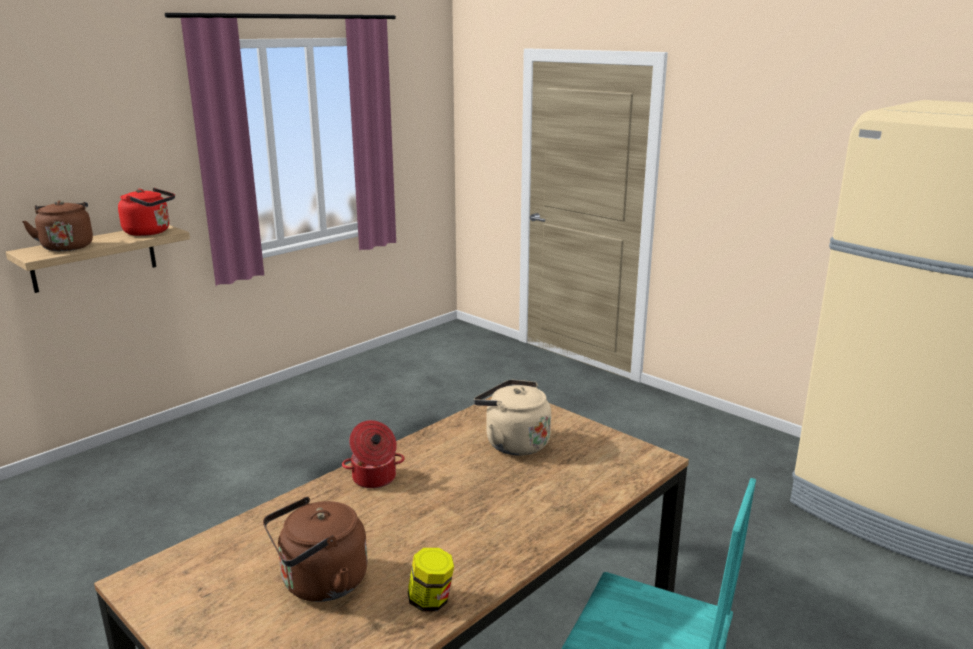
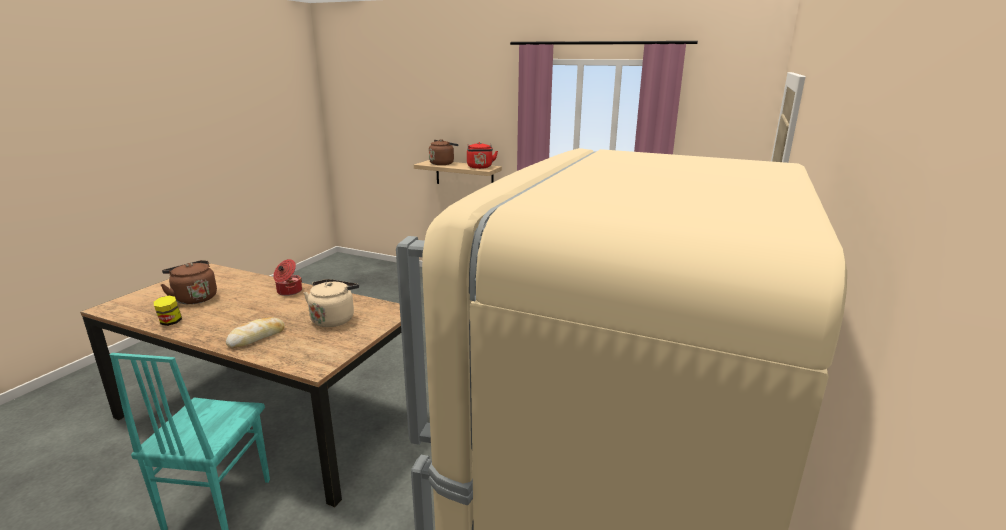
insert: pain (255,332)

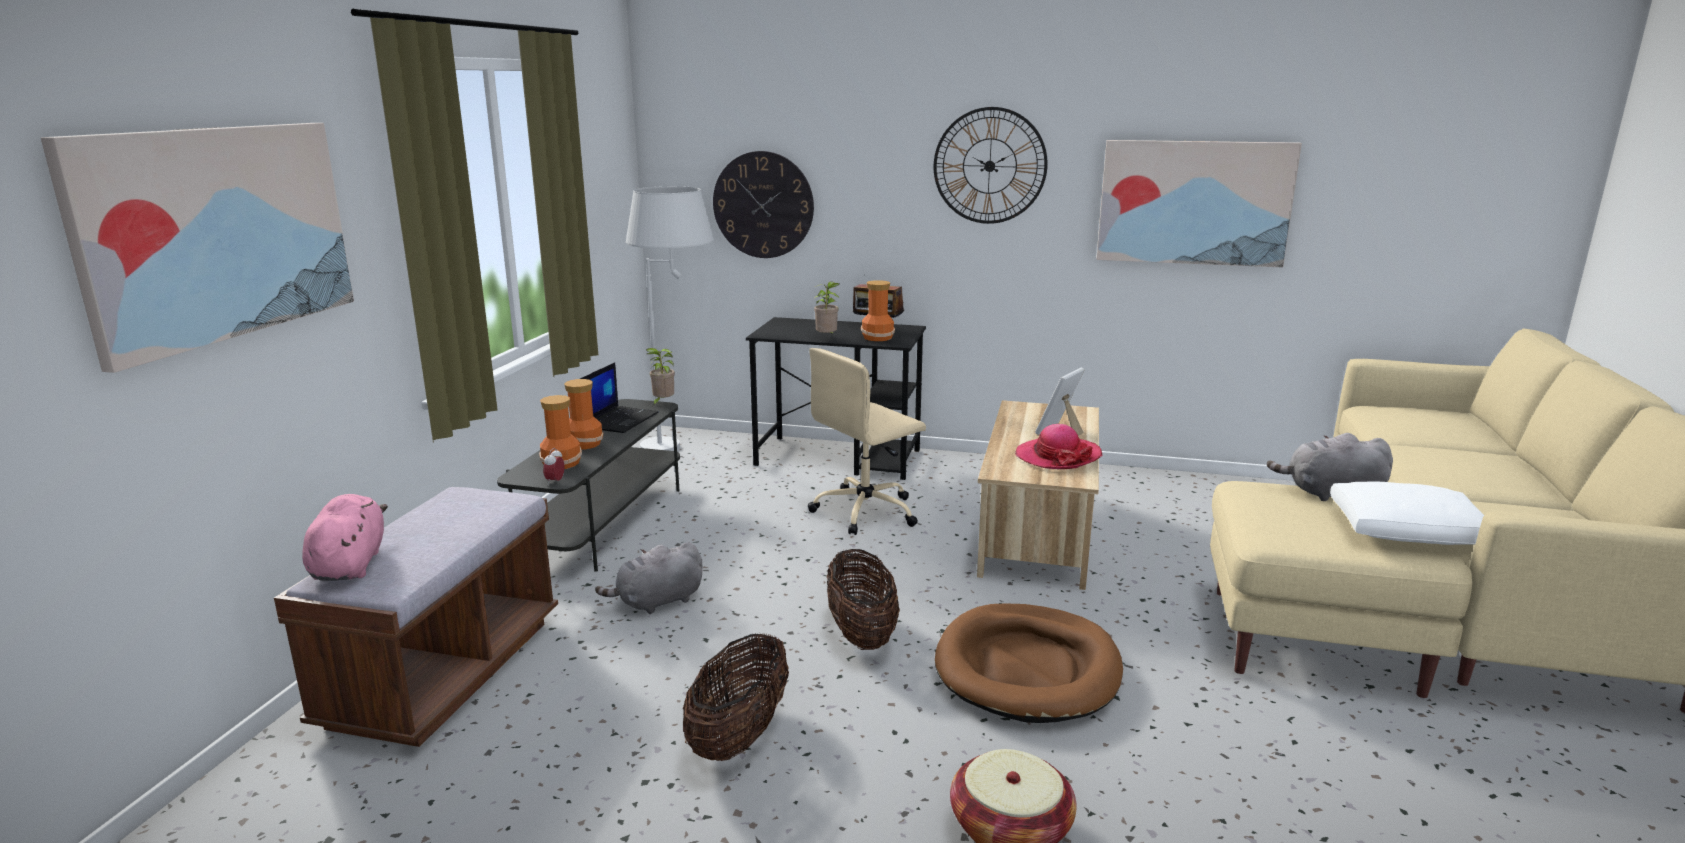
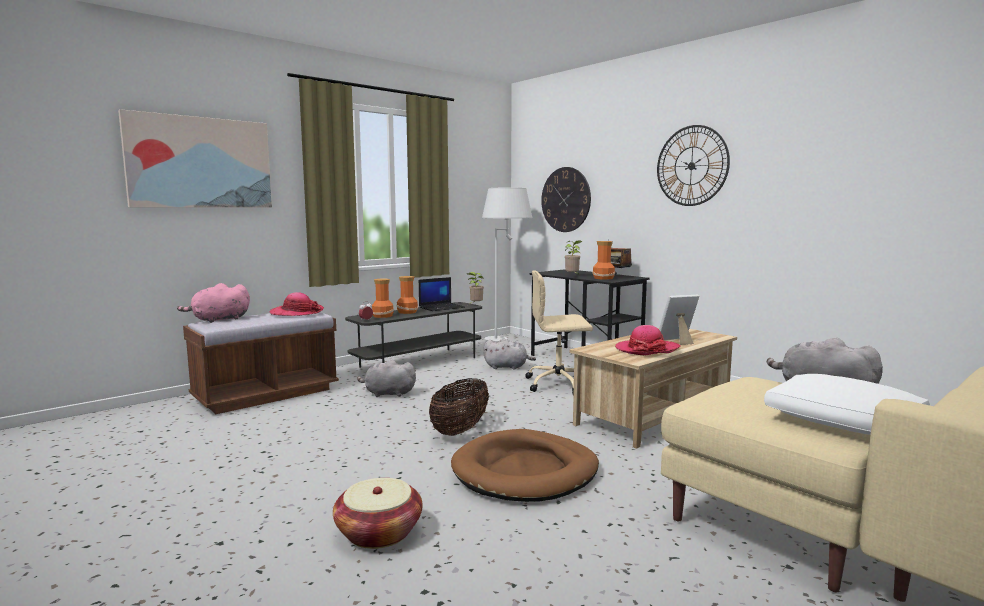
delete: panier (736,697); tableau (1199,204)
insert: chapeau (297,304); peluche/gris (509,354)
rotate: peluche/rose (345,537) = (213,303) 150 degrees counterclockwise

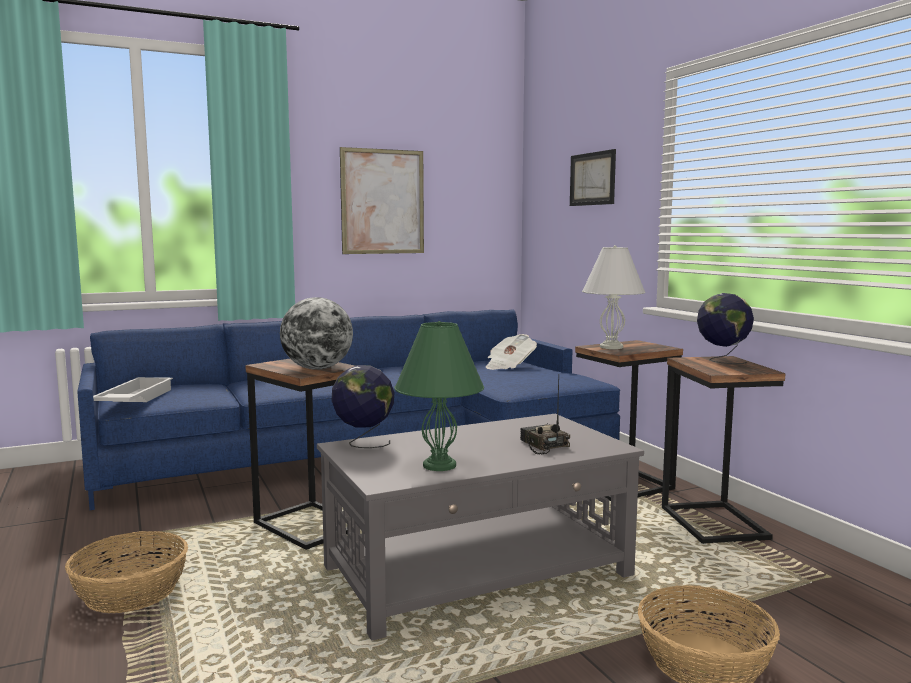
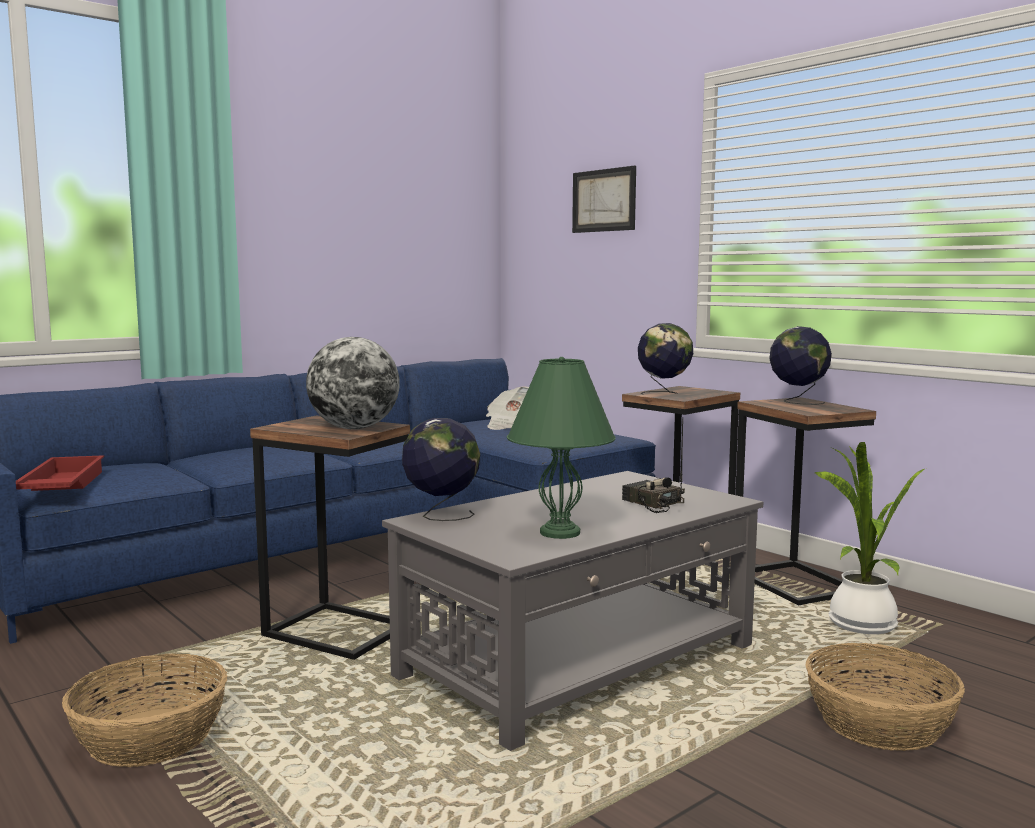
delete: tableau (382,200)
insert: plante en pot (869,538)
replace: lampe de table/blanc (613,297) to globe (665,359)
recolor: plateau/blanc (133,389) to plateau/rouge (60,473)

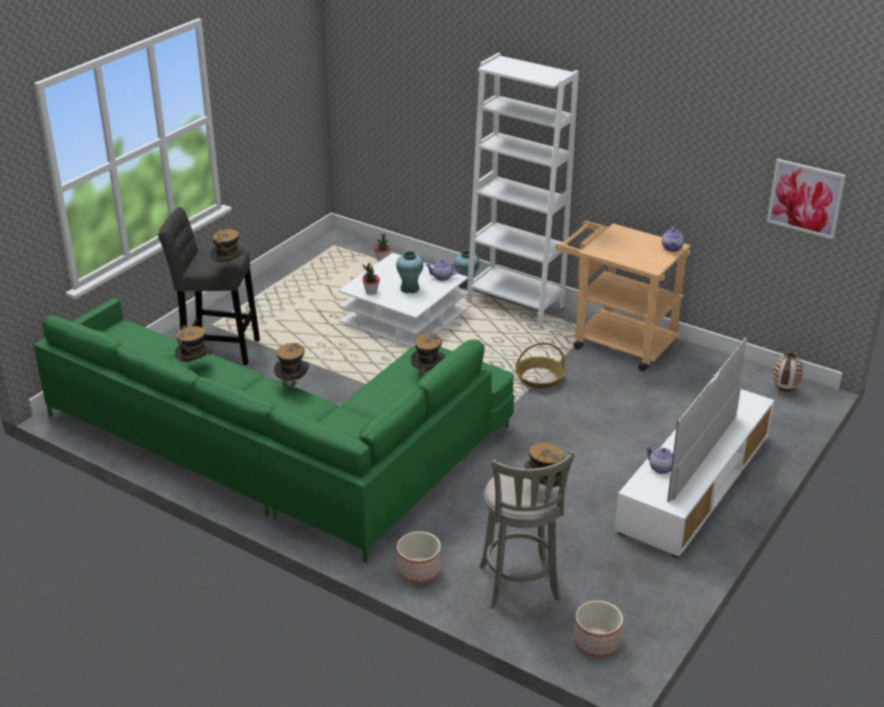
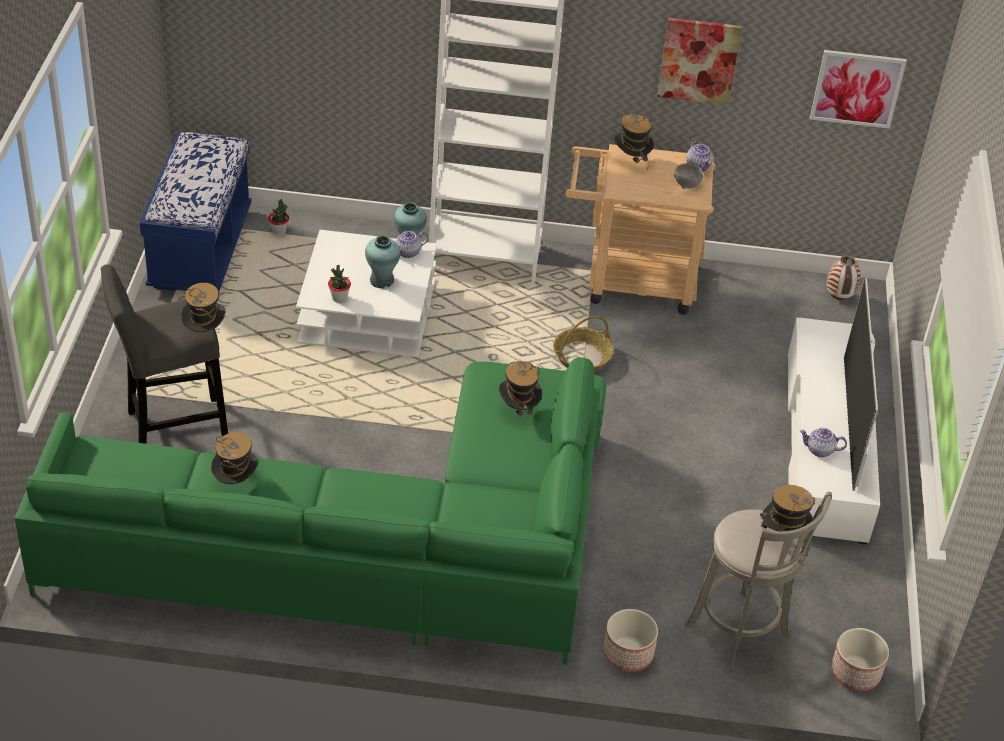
insert: banc/bleu (196,211); tableau (699,61); bol/gris (688,176)
move: chapeau (291,369) to (634,141)

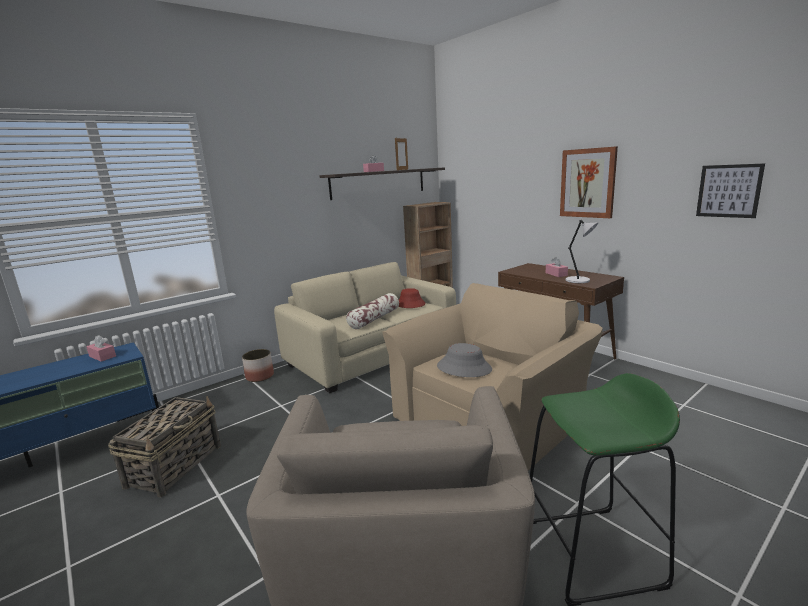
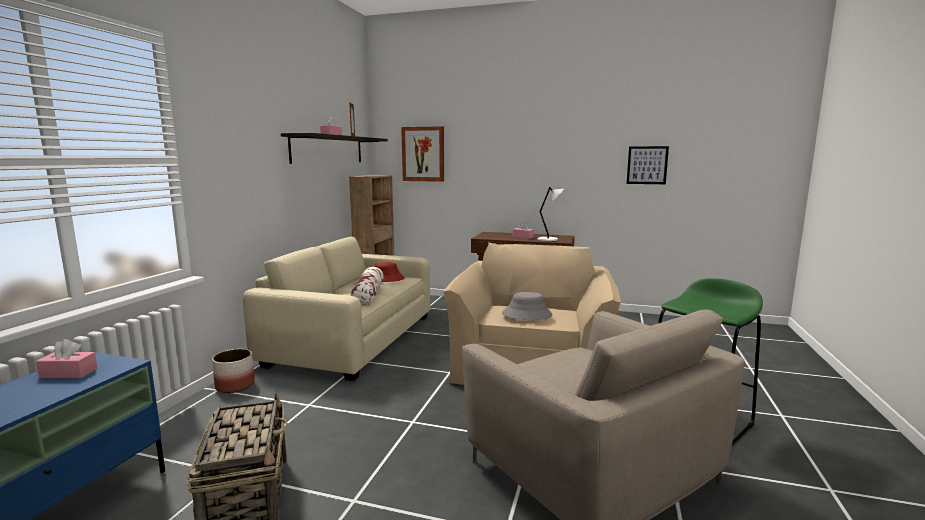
move: tableau (589,182) to (422,154)

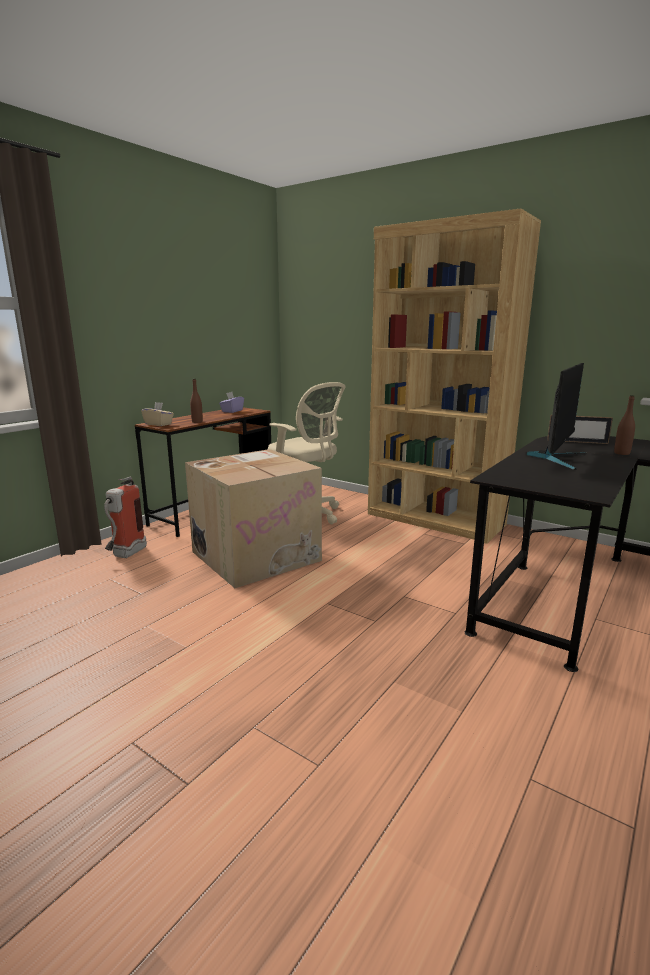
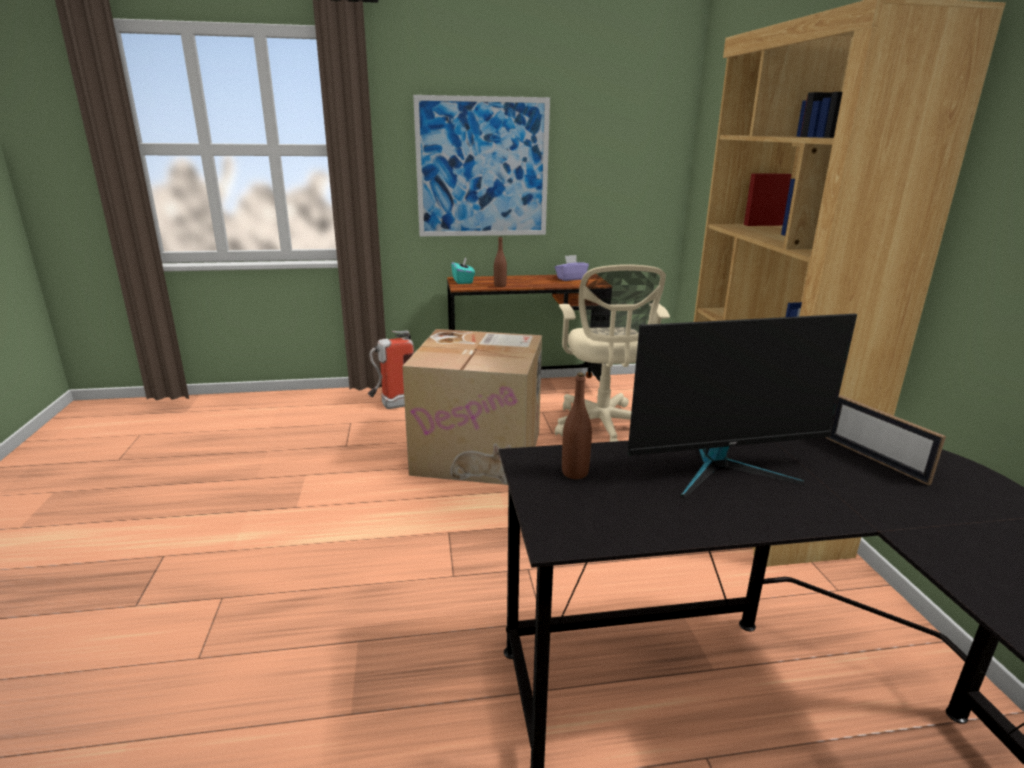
insert: tableau (481,165)
move: bouteille/marron (624,425) to (577,425)
recolor: boîte à mouchoirs/beige (157,414) to boîte à mouchoirs/turquoise (463,270)

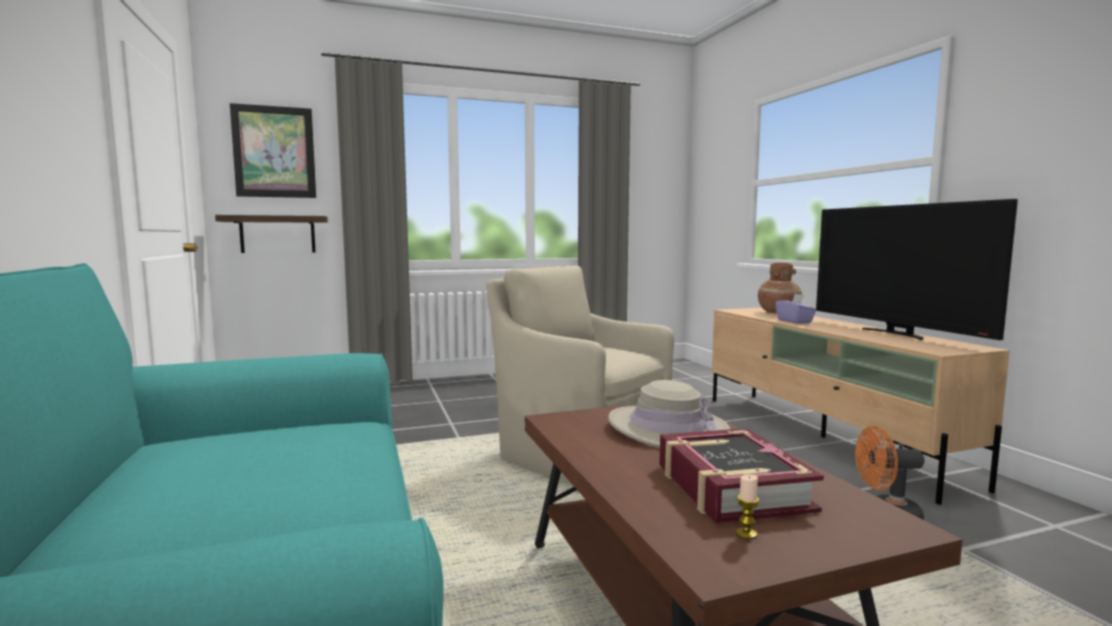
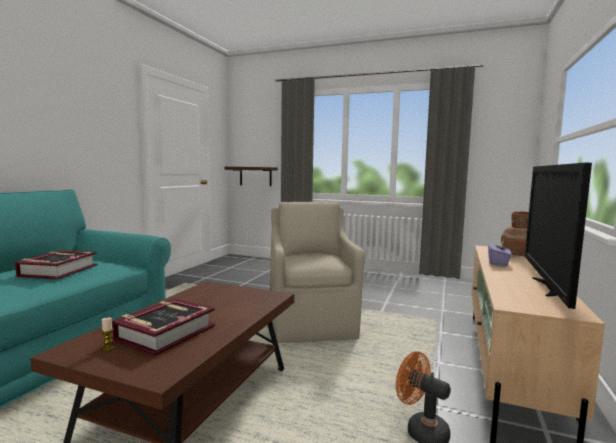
delete: tableau (273,150); chapeau/beige (669,414)
insert: livre (56,264)

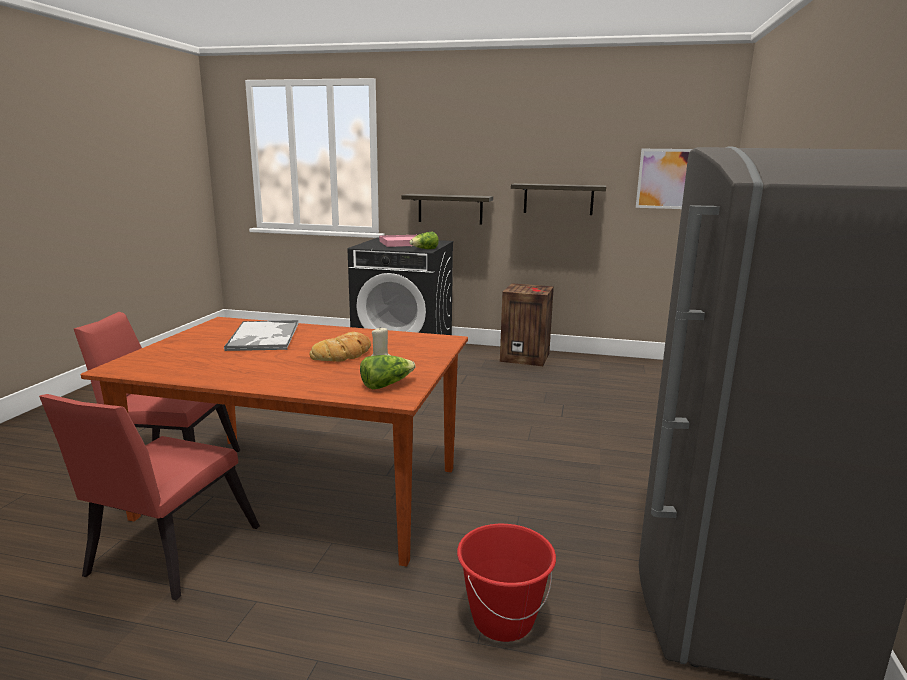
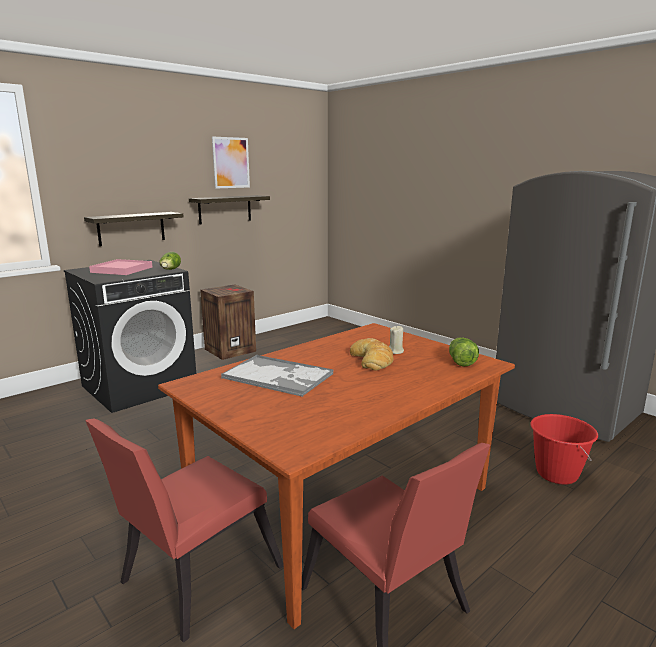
move: tableau (664,179) to (231,163)

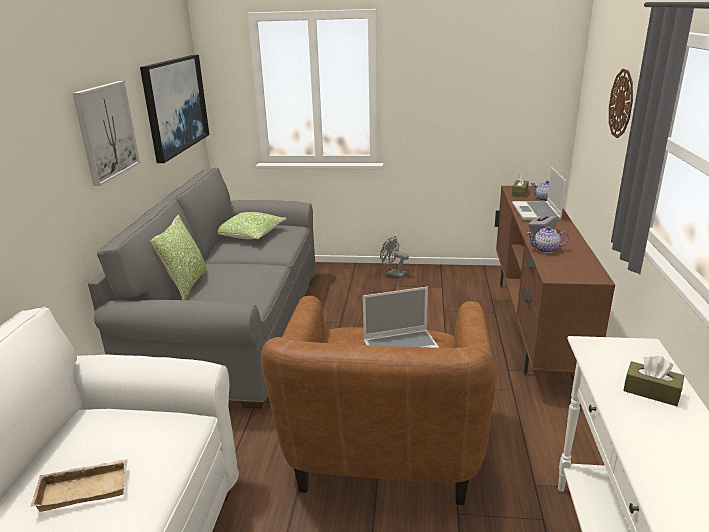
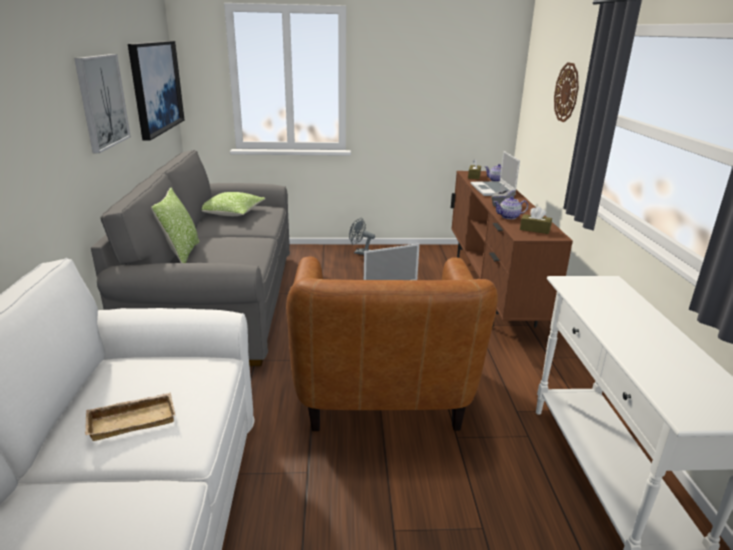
move: boîte à mouchoirs/marron (653,381) to (536,220)

